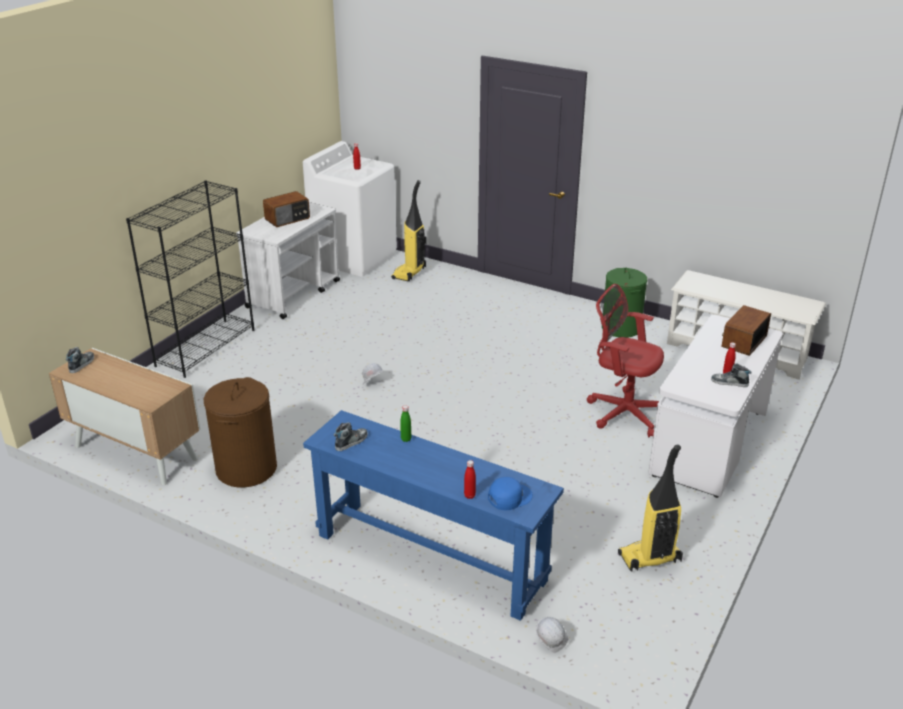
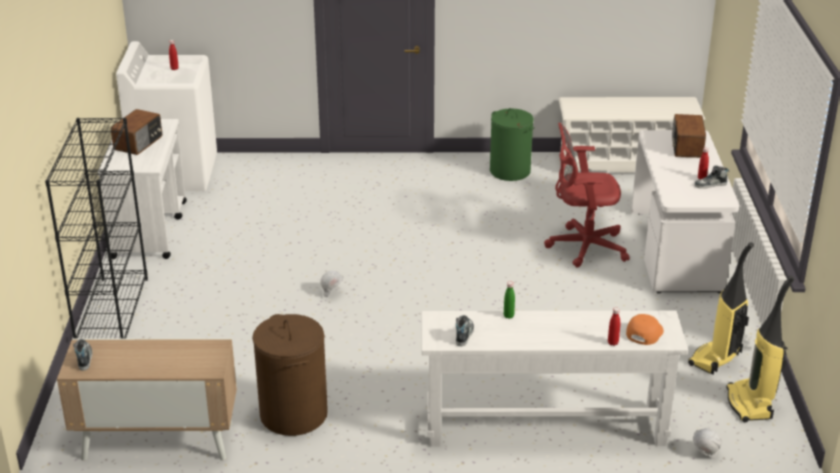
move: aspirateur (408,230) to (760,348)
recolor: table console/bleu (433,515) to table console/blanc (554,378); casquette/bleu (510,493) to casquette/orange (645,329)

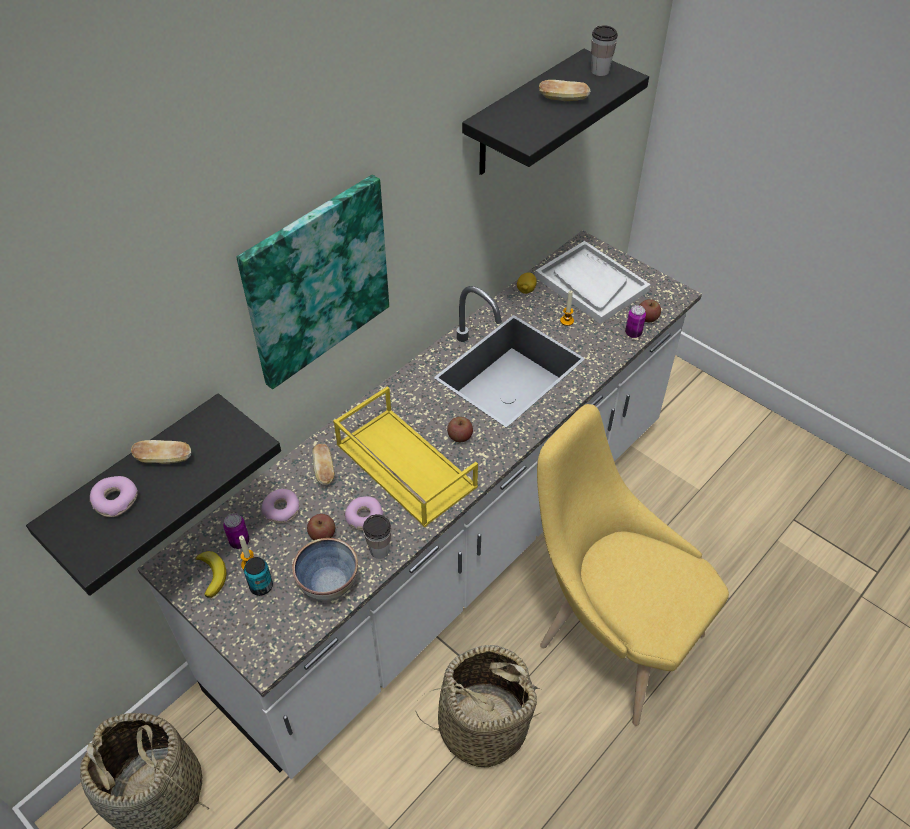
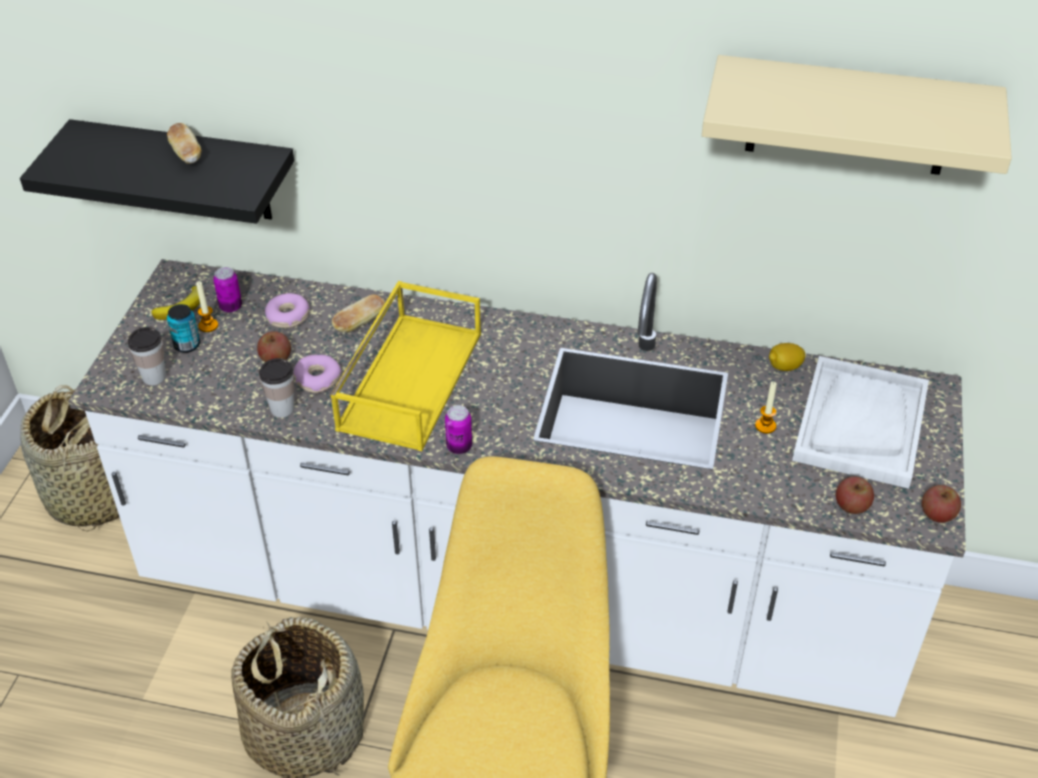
delete: beignet (114,496); tableau (312,282); bol (325,569); pain (564,90)
move: pomme (460,429) to (941,504); tasse (604,50) to (147,356); boîte métallique (635,321) to (458,429)
recolor: étagère/noir (555,112) to étagère/beige (857,115)

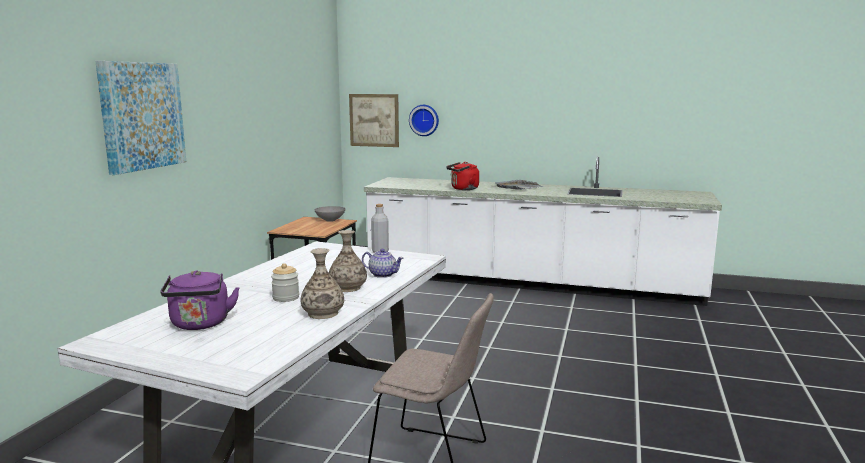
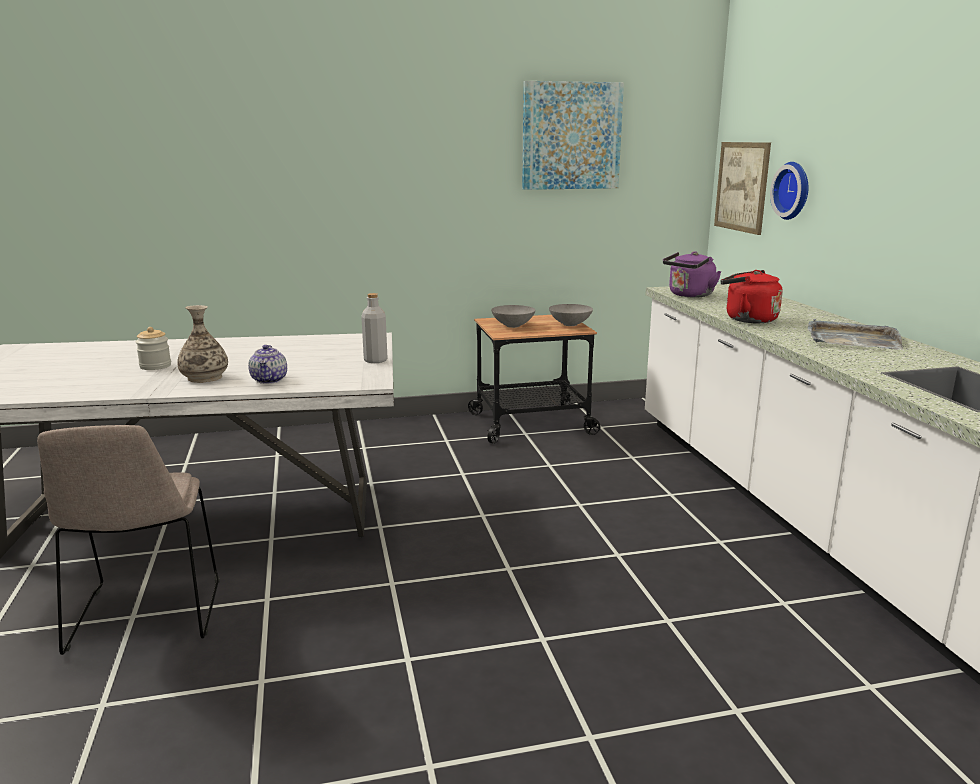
delete: vase (322,283)
insert: bol/gris (513,316)
move: tableau (140,118) to (573,135); bouilloire/violet (200,300) to (692,274)

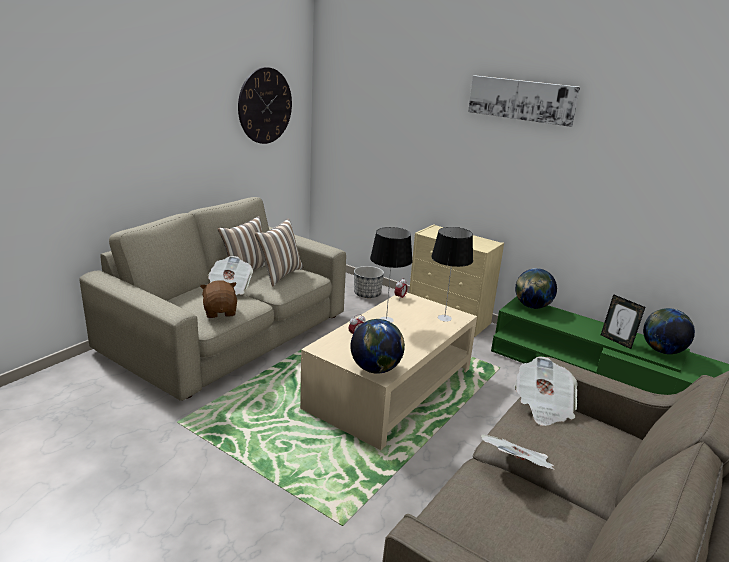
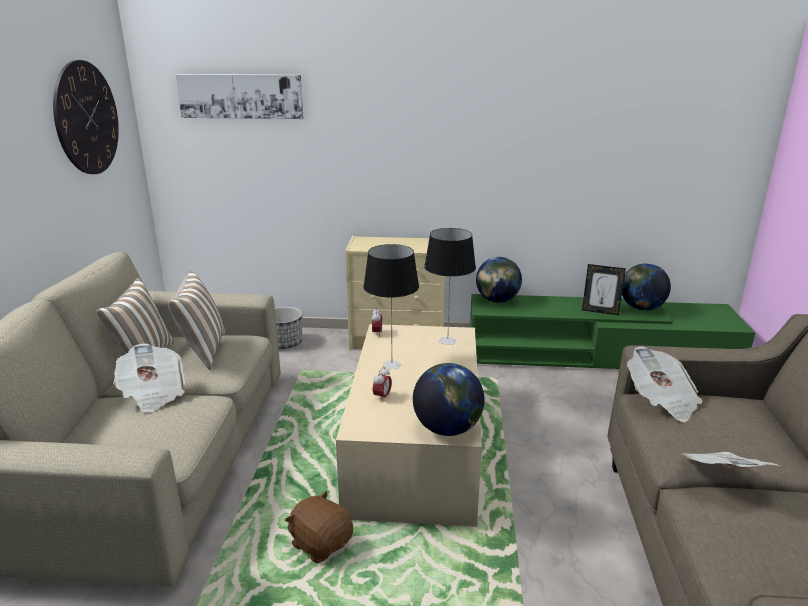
move: peluche/marron (218,299) to (319,527); tableau (524,101) to (239,96)

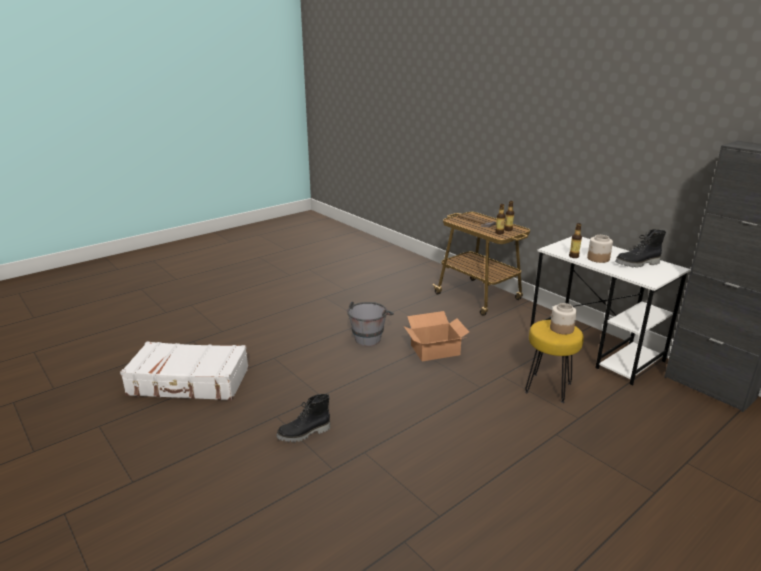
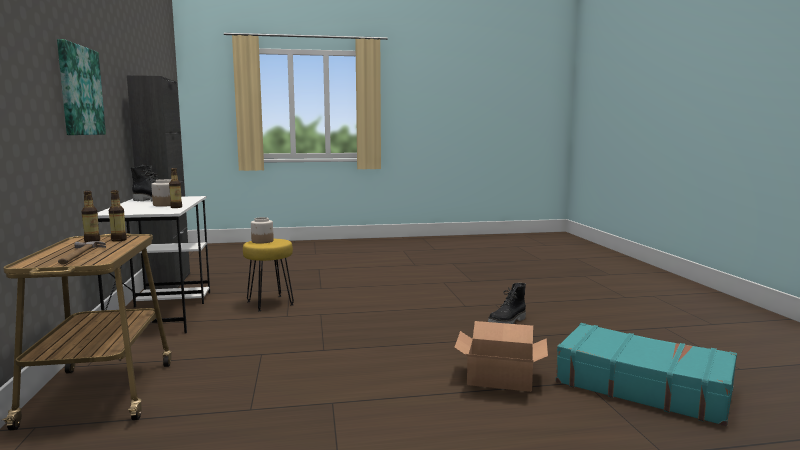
delete: seau/gris (370,324)
insert: tableau (81,87)
move: carton (436,336) to (501,356)
recolor: valise/blanc (184,371) to valise/turquoise (646,374)
rotate: botte/noir (303,418) = (507,303) 135 degrees clockwise

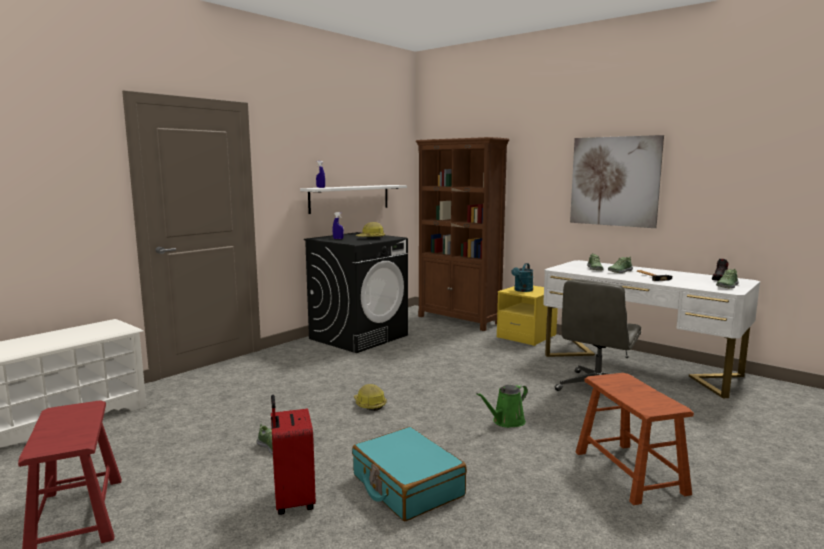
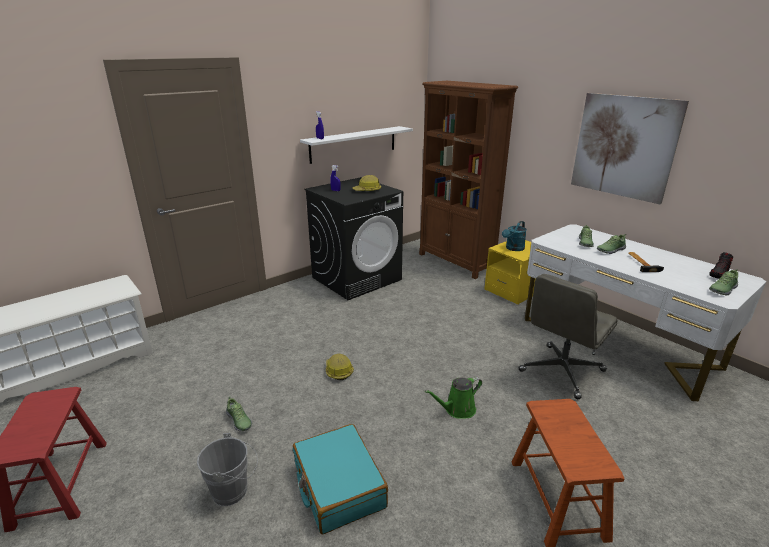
replace: valise/rouge (293,455) to seau/gris (227,469)

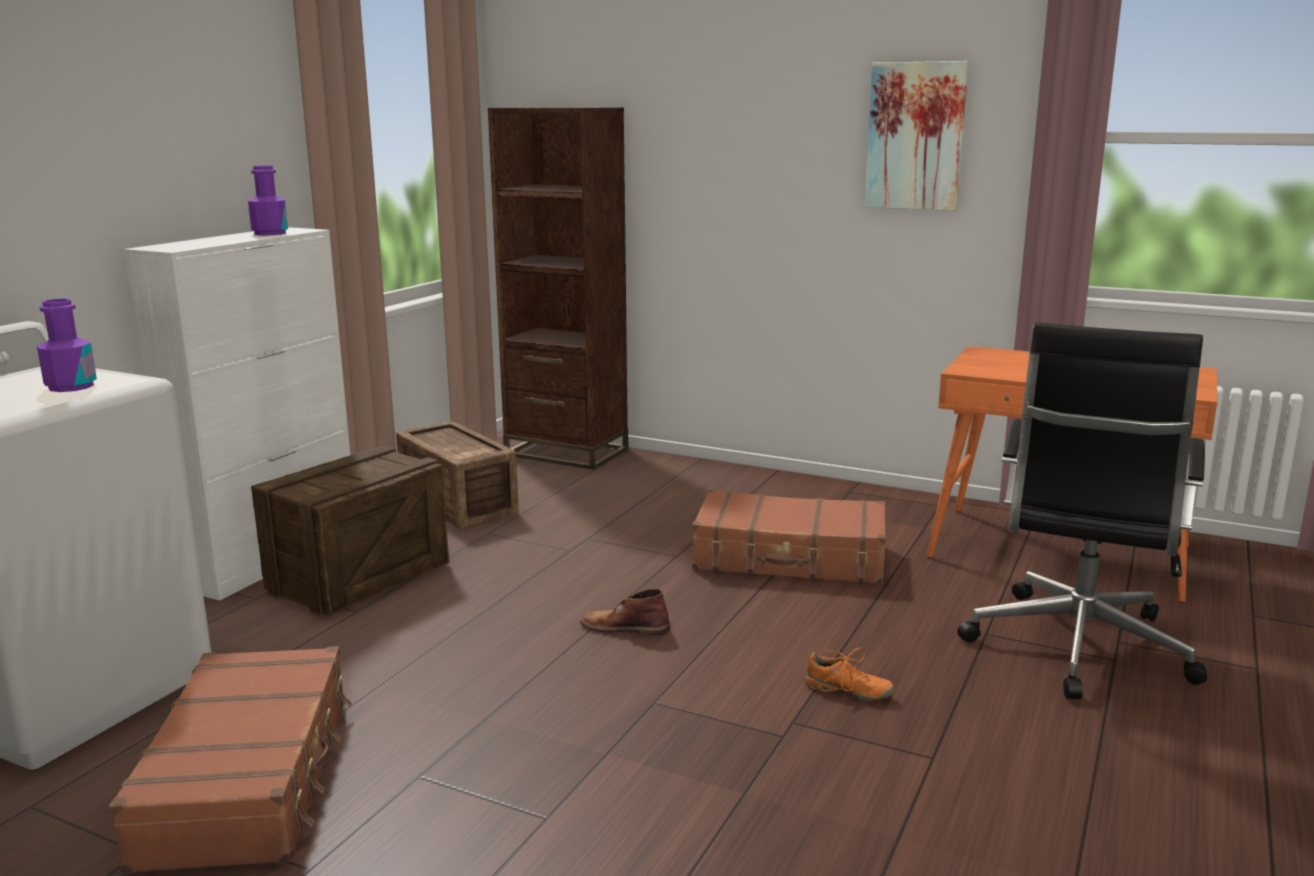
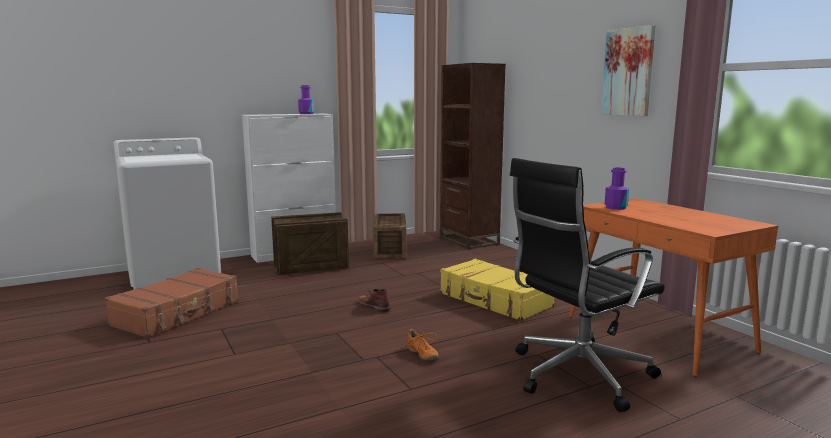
move: bouteille/violet (67,345) to (617,188)
recolor: valise/marron (789,537) to valise/jaune (497,290)

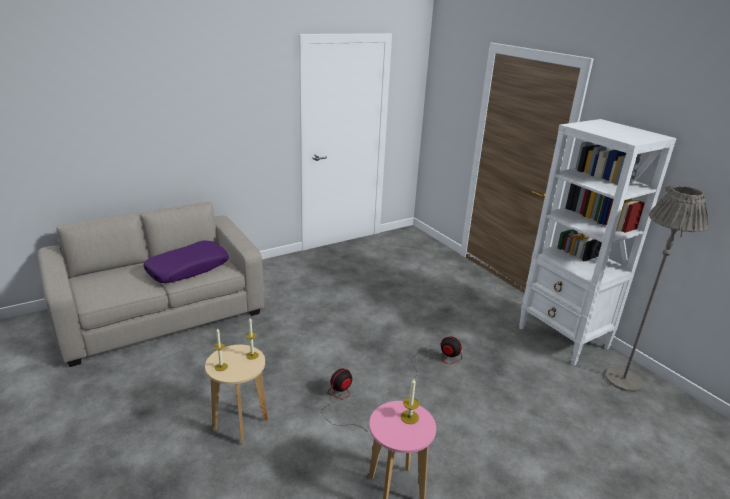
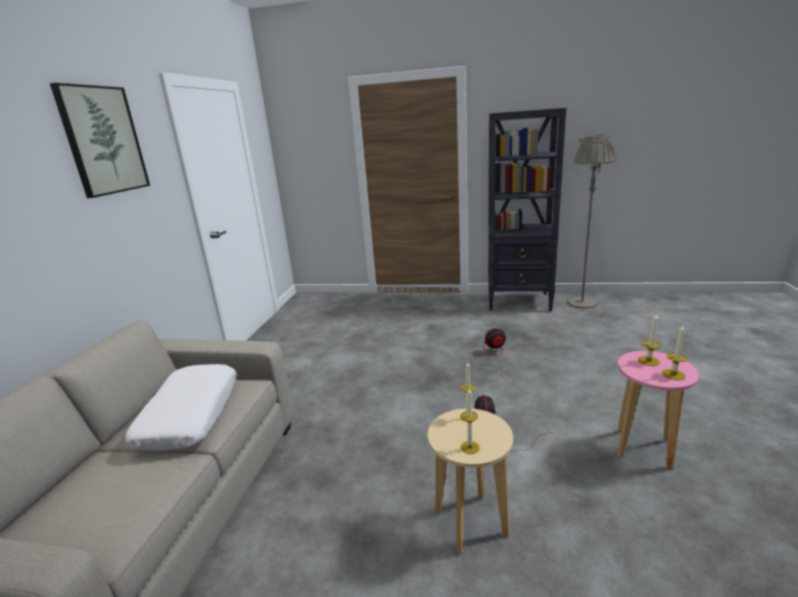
insert: tableau (100,140); bougie (674,353)
recolor: coussin/violet (186,261) to coussin/blanc (181,407); bibliothèque/blanc (598,242) to bibliothèque/noir (527,209)

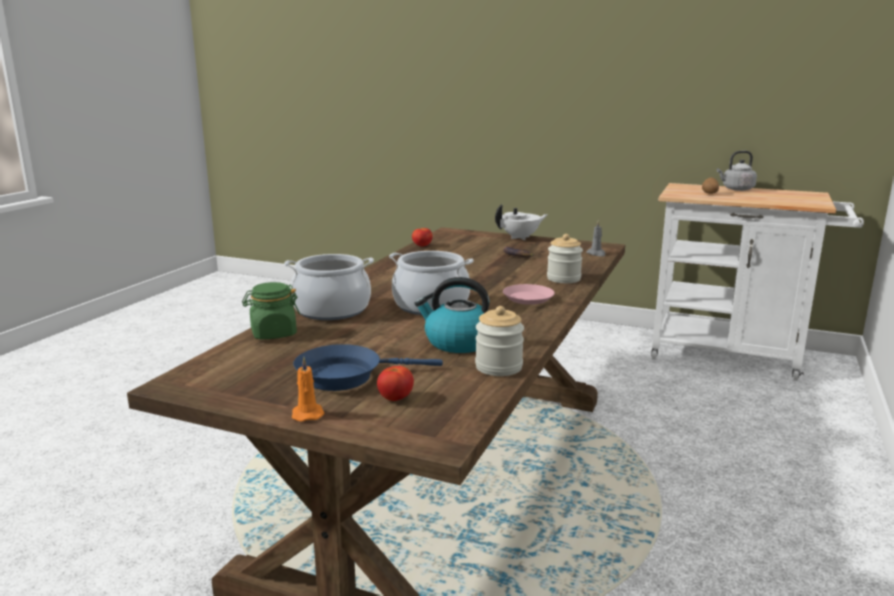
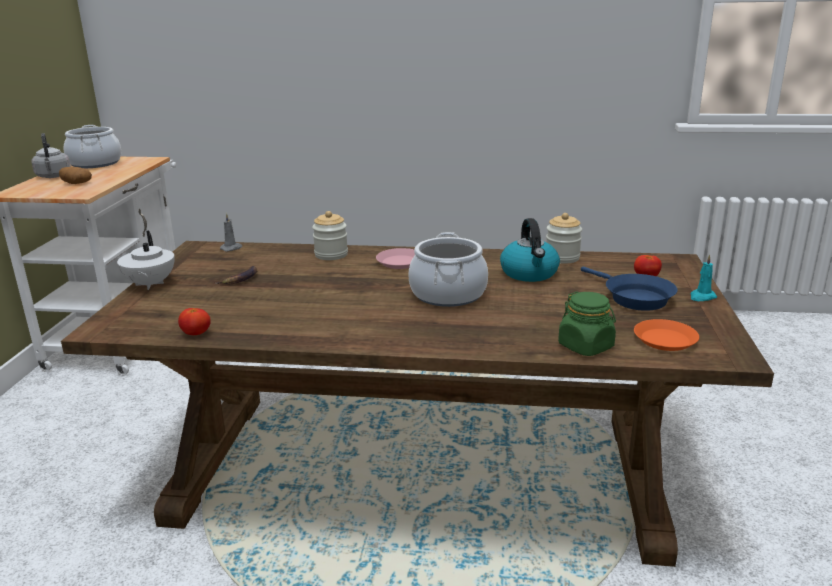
insert: assiette/orange (666,335)
move: marmite (329,287) to (92,146)
recolor: bougie/orange (308,389) to bougie/turquoise (703,277)
rotate: théière/blanc (521,222) = (145,260) 150 degrees counterclockwise

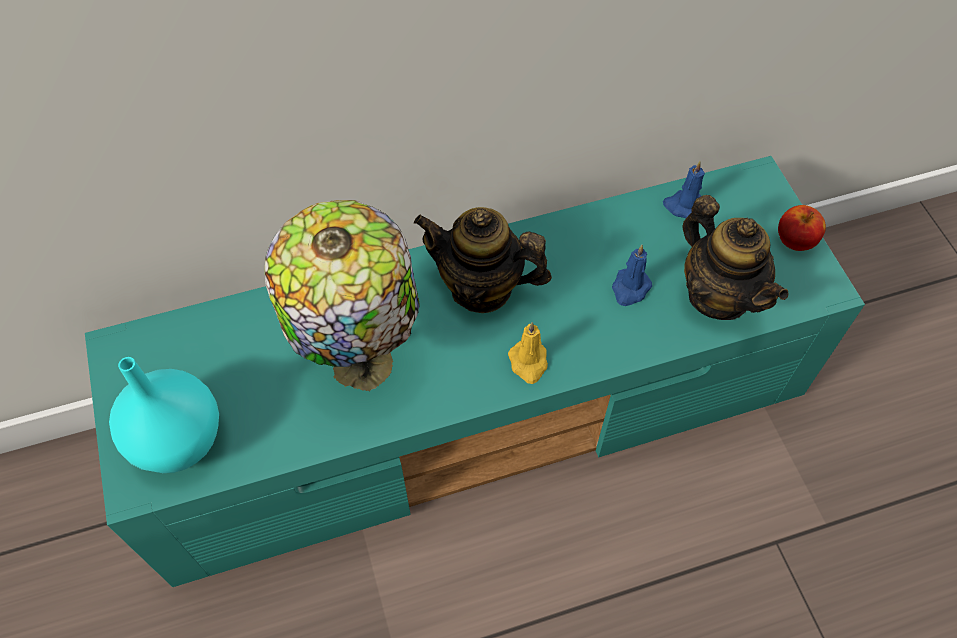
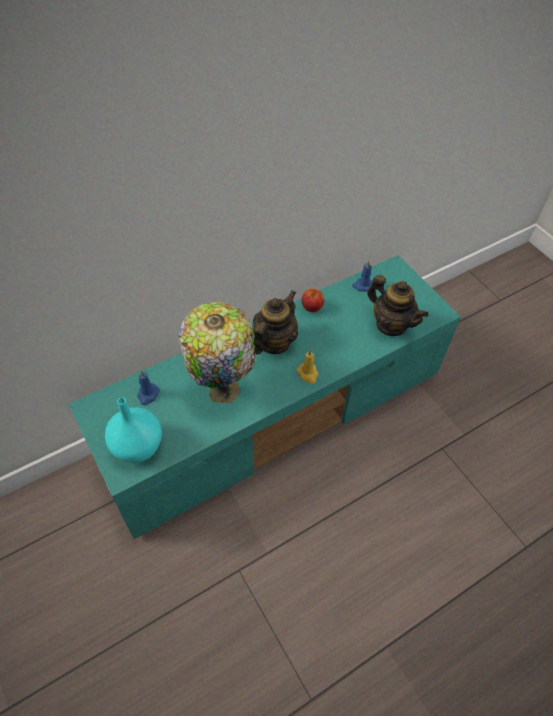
move: bougie/bleu (632,275) to (148,388); pomme (802,228) to (312,300)
rotate: théière (483,260) = (275,322) 120 degrees clockwise

